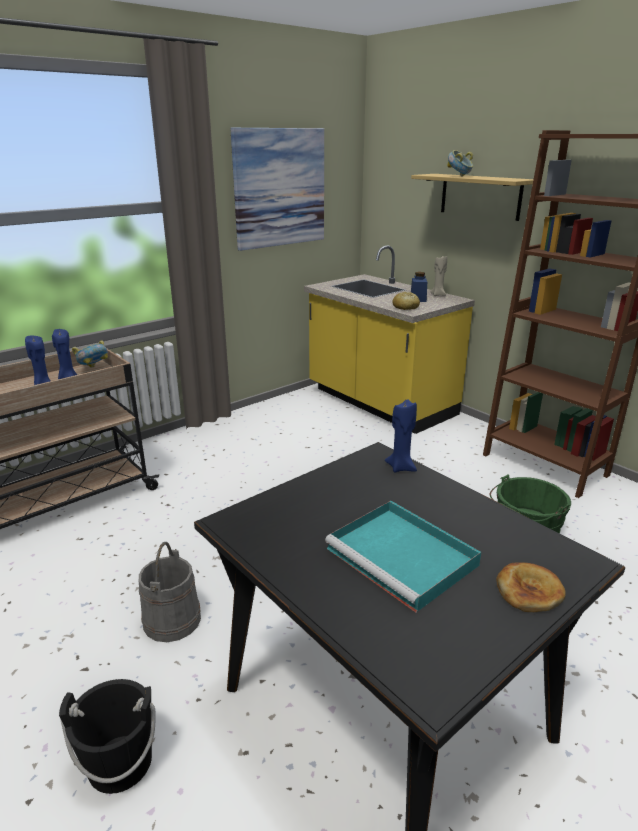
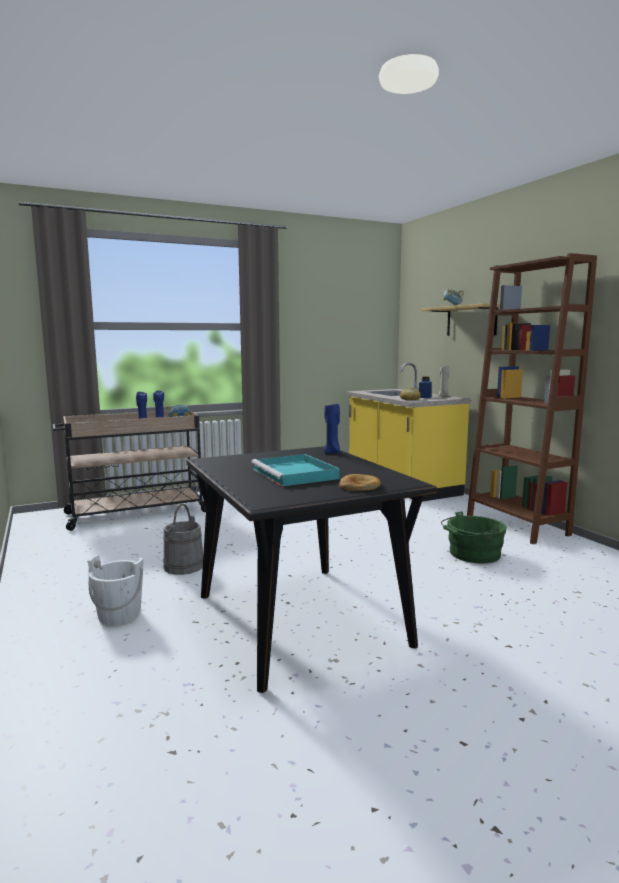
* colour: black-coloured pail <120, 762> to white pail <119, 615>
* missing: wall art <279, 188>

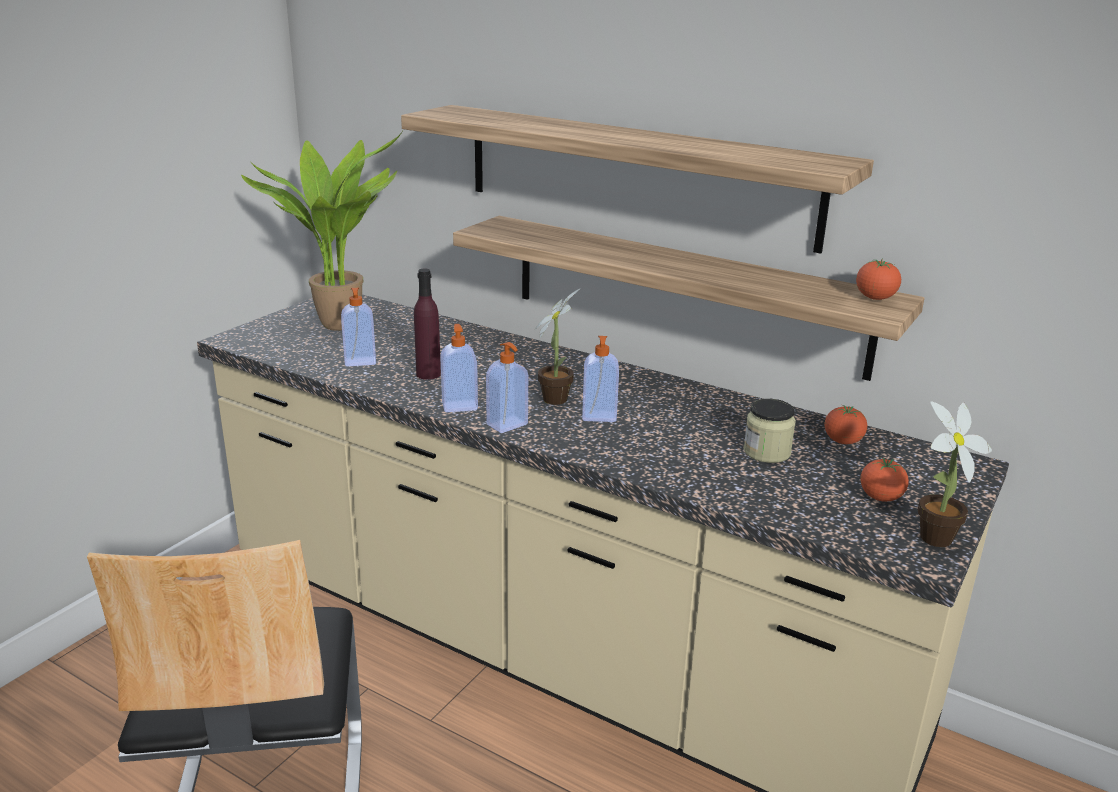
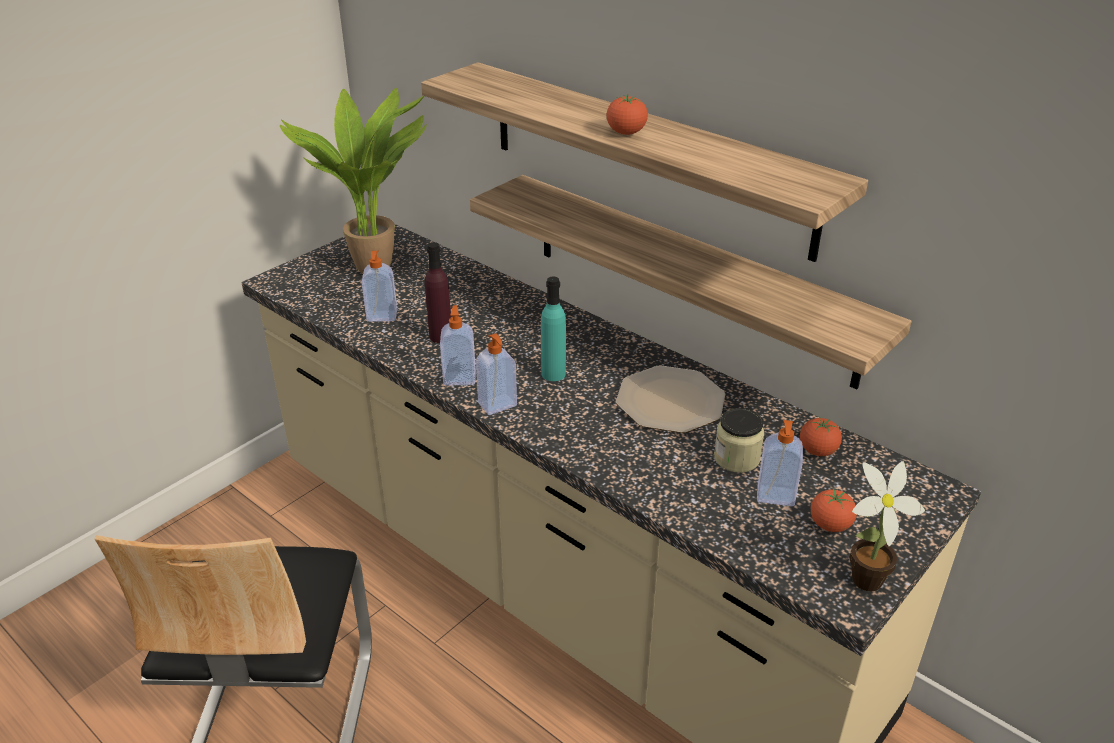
* exchanged: houseplant <556, 397> to turquoise-coloured drink bottle <553, 374>
* relocated: fresh tomato <875, 298> to <626, 133>
* appeared: dinner plate <669, 401>
* relocated: soap bottle <599, 417> to <775, 497>

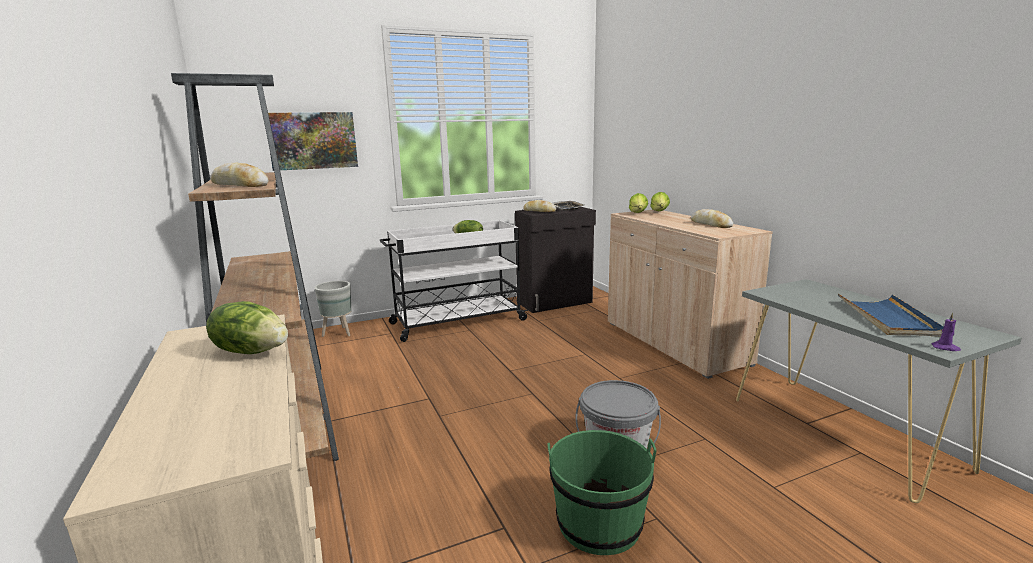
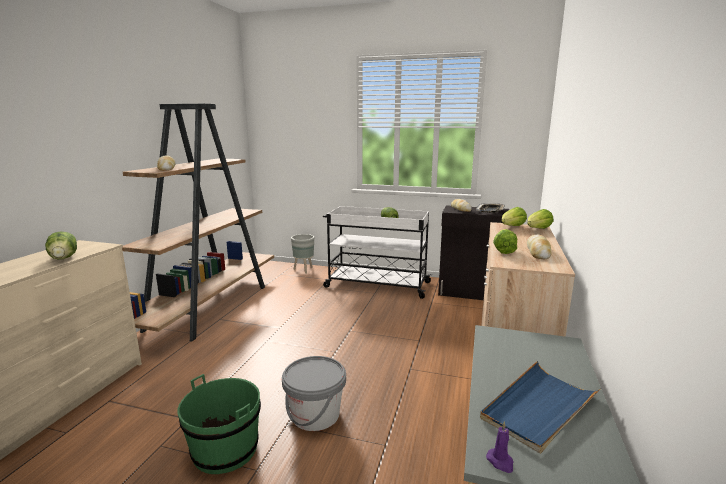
* appeared: lettuce <503, 250>
* missing: wall art <312, 140>

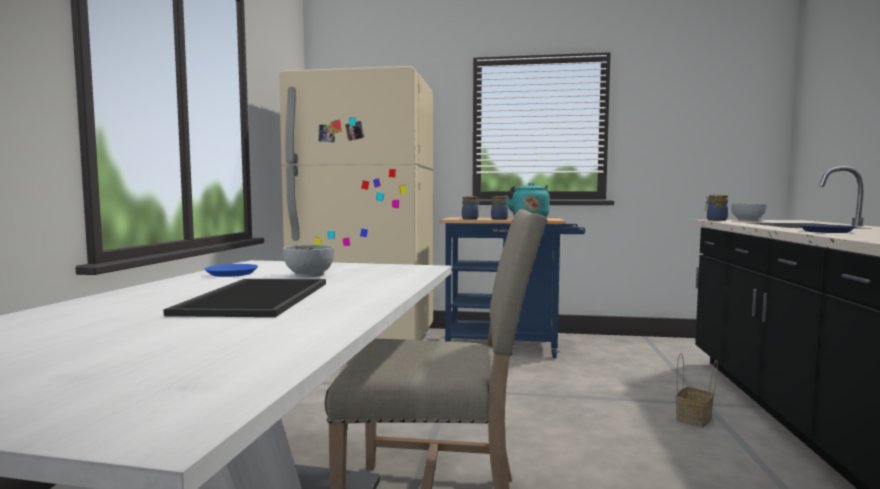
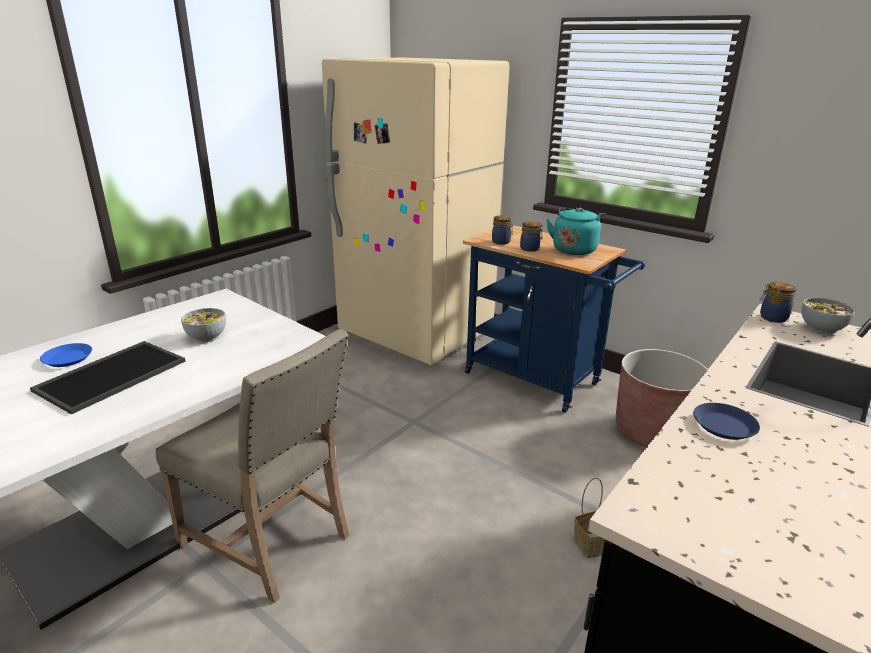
* relocated: blue-coloured dinner plate <232, 274> to <68, 359>
* appeared: brownish flower pot <652, 431>

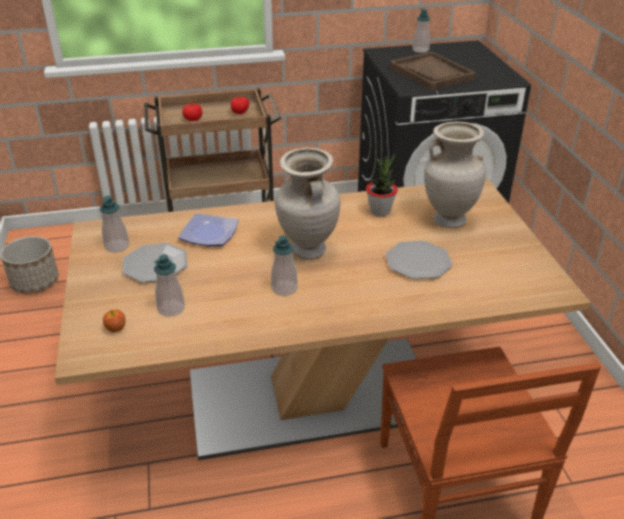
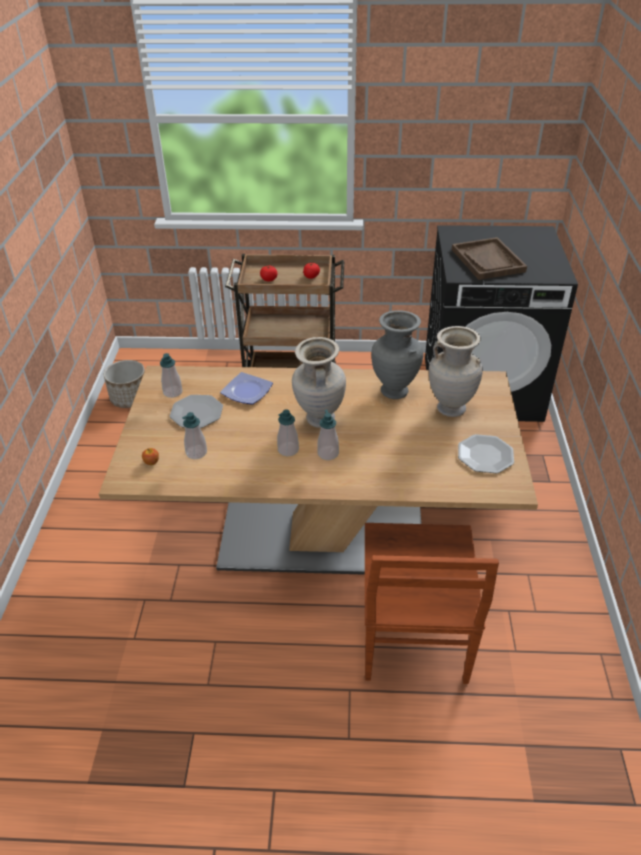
* relocated: soap bottle <420, 50> to <328, 453>
* exchanged: houseplant <380, 211> to greyish flower vase <395, 391>
* relocated: dinner plate <418, 261> to <485, 455>

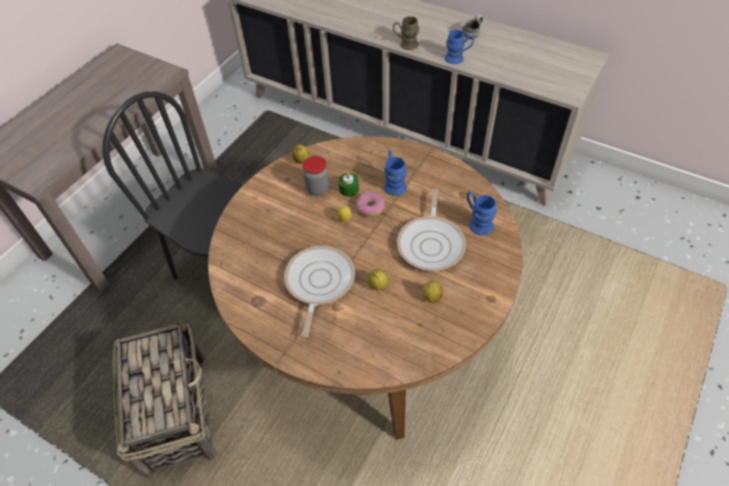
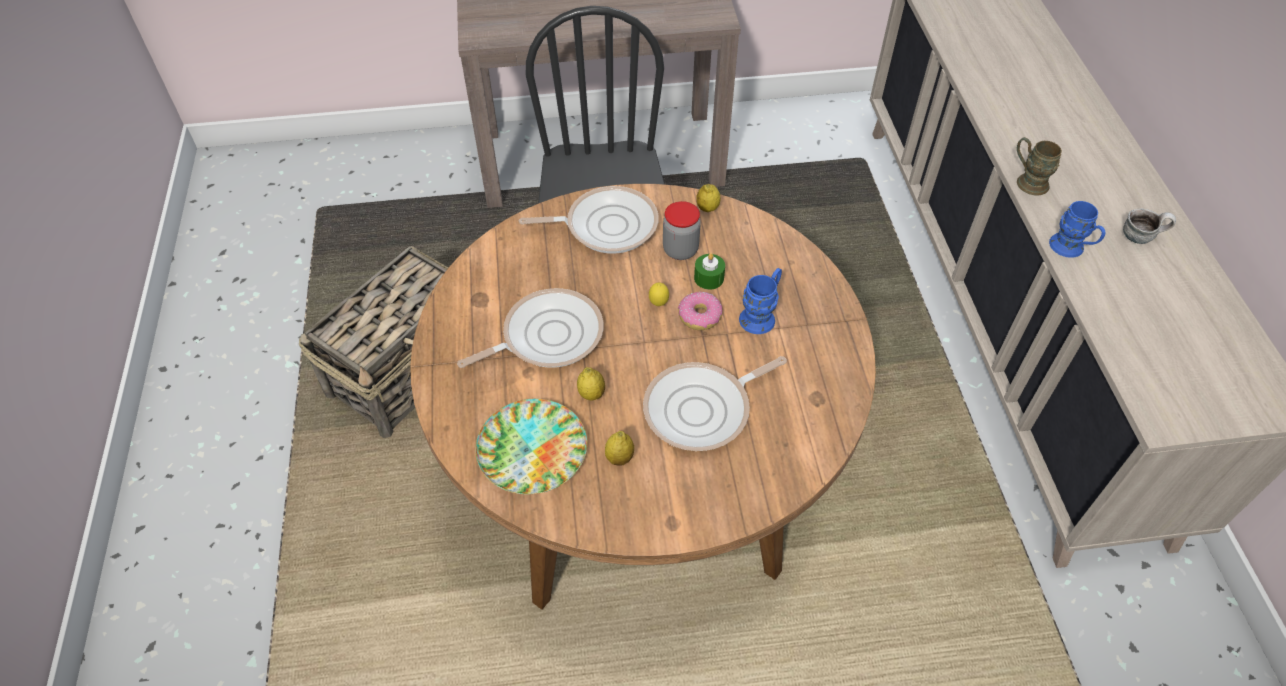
* appeared: dinner plate <531, 450>
* appeared: skillet <606, 225>
* missing: blue-coloured tea mug <477, 223>

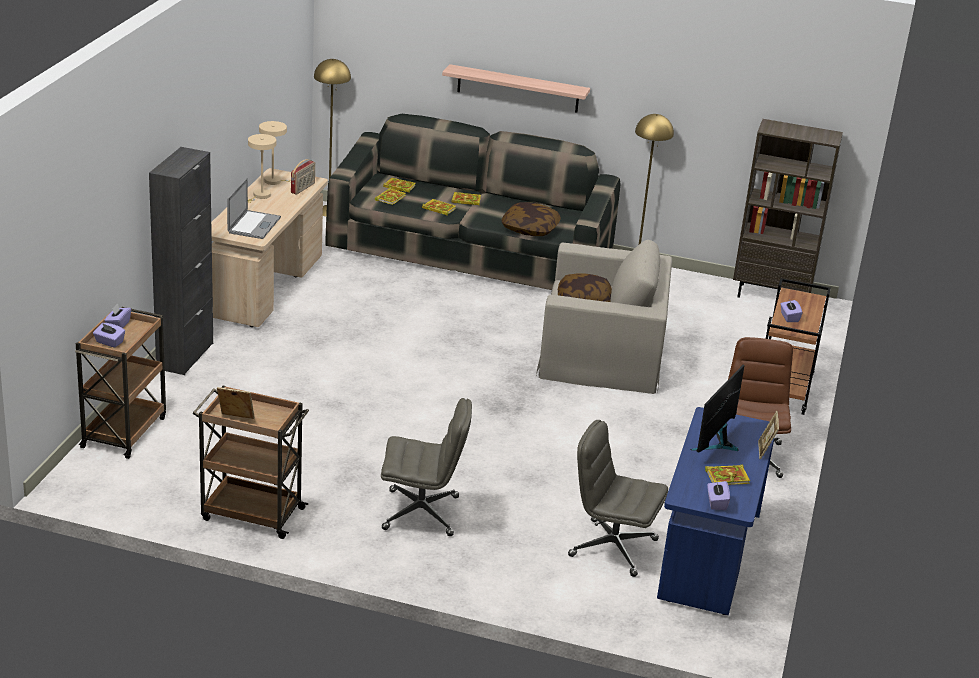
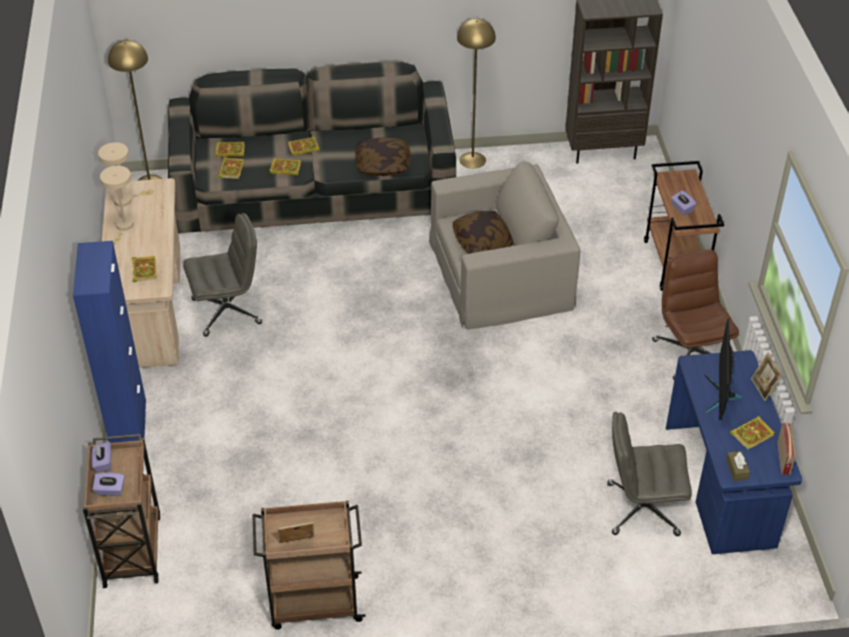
* colour: black-coloured cupboard <185, 356> to blue-coloured cupboard <129, 428>
* exchanged: portable computer <254, 225> to volume <144, 269>
* relocated: greyish computer chair <422, 513> to <227, 311>
* appeared: brownish box of tissues <737, 470>
* relocated: radio receiver <303, 188> to <784, 458>
* missing: wall shelf <518, 88>
* missing: purple-coloured box of tissues <716, 503>

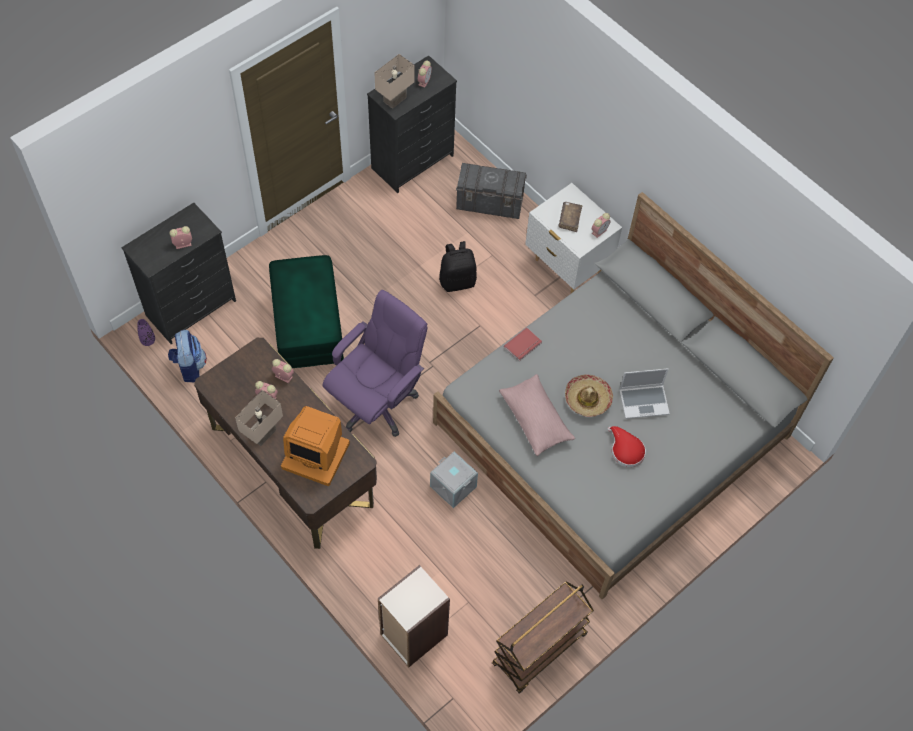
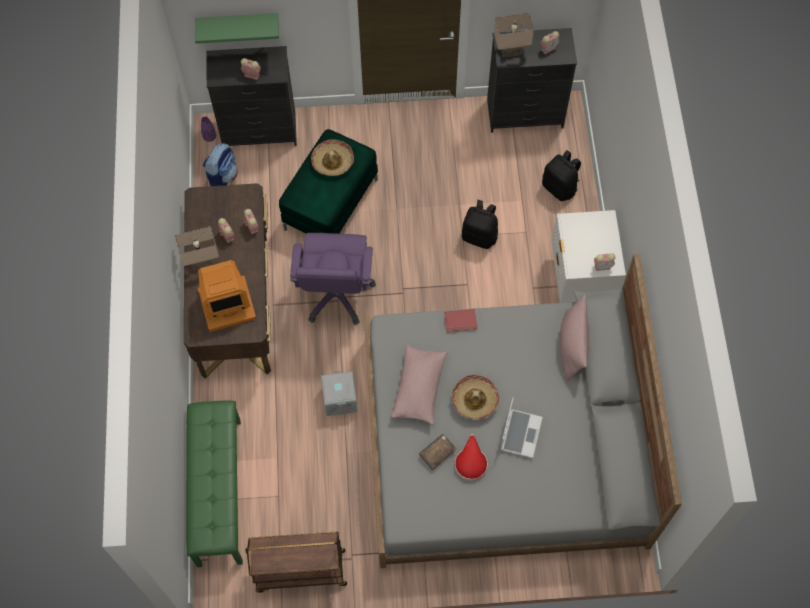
* exchanged: bookshelf <413, 635> to green indoor bench <218, 491>
* appeared: green wall shelf <238, 24>
* spun: computer display <316, 454> = <227, 303> 75 degrees counterclockwise
* spun: purple-coloured computer chair <377, 402> = <336, 294> 105 degrees clockwise
* appeared: hat <332, 161>
* relocated: brownish volume <569, 219> to <437, 453>
* spun: portable computer <644, 401> = <520, 433> 105 degrees counterclockwise
* exchanged: greyish storage bin <490, 204> to black-coloured knapsack <560, 187>
* appeared: pink pillow <572, 345>

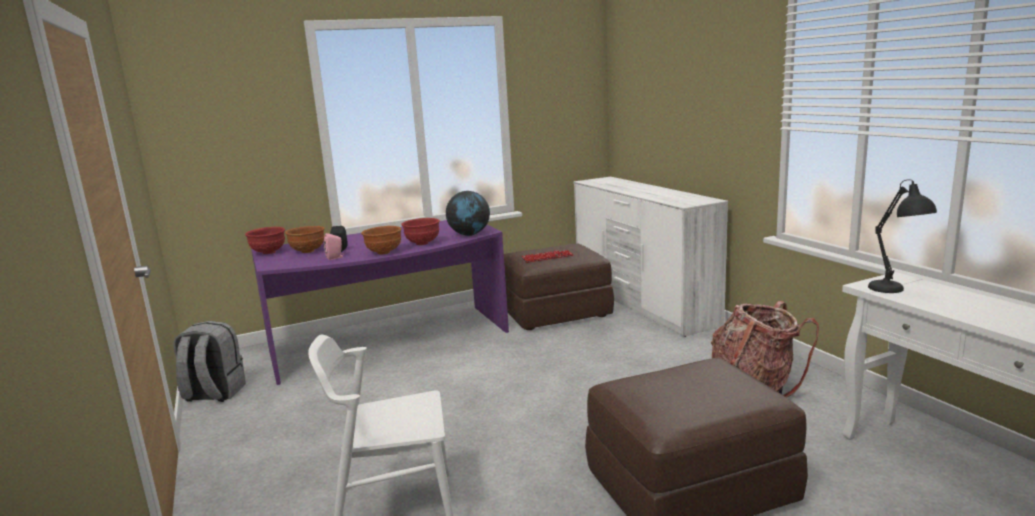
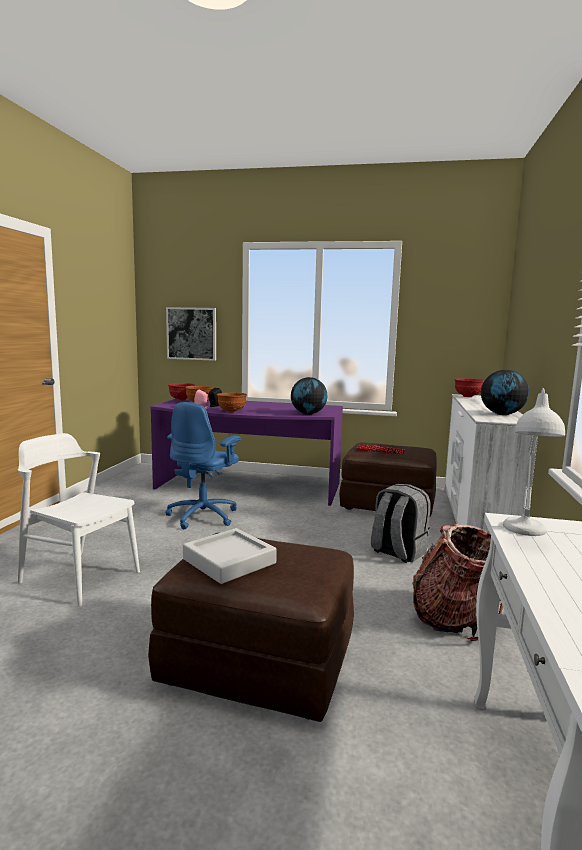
* appeared: wall art <191, 333>
* appeared: blue-coloured computer chair <203, 516>
* appeared: greyish carrying tray <229, 561>
* relocated: greyish knapsack <213, 394> to <397, 552>
* relocated: red deep dish <422, 243> to <467, 396>
* appeared: globe <502, 414>
* colour: black-coloured lamp for a table <895, 292> to white lamp for a table <524, 534>

